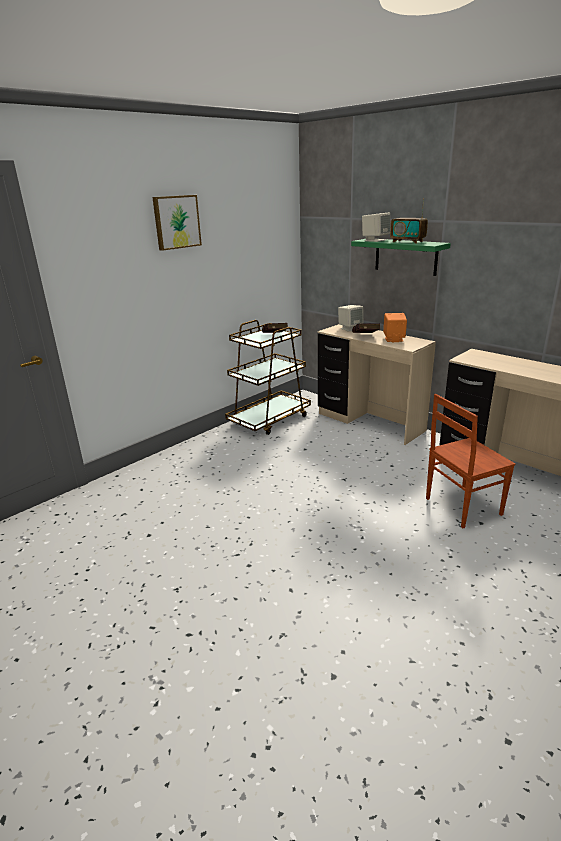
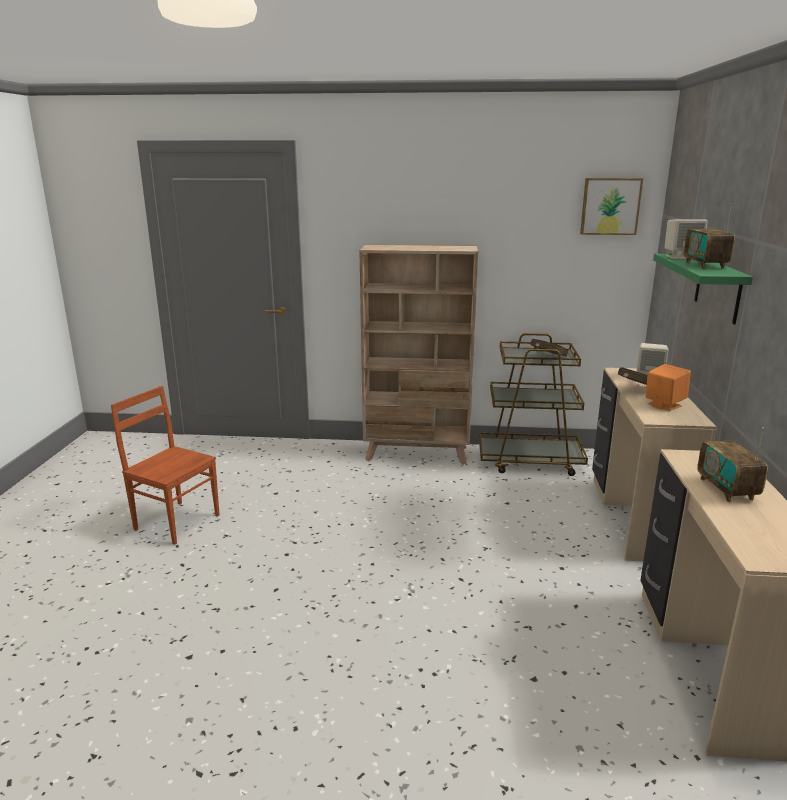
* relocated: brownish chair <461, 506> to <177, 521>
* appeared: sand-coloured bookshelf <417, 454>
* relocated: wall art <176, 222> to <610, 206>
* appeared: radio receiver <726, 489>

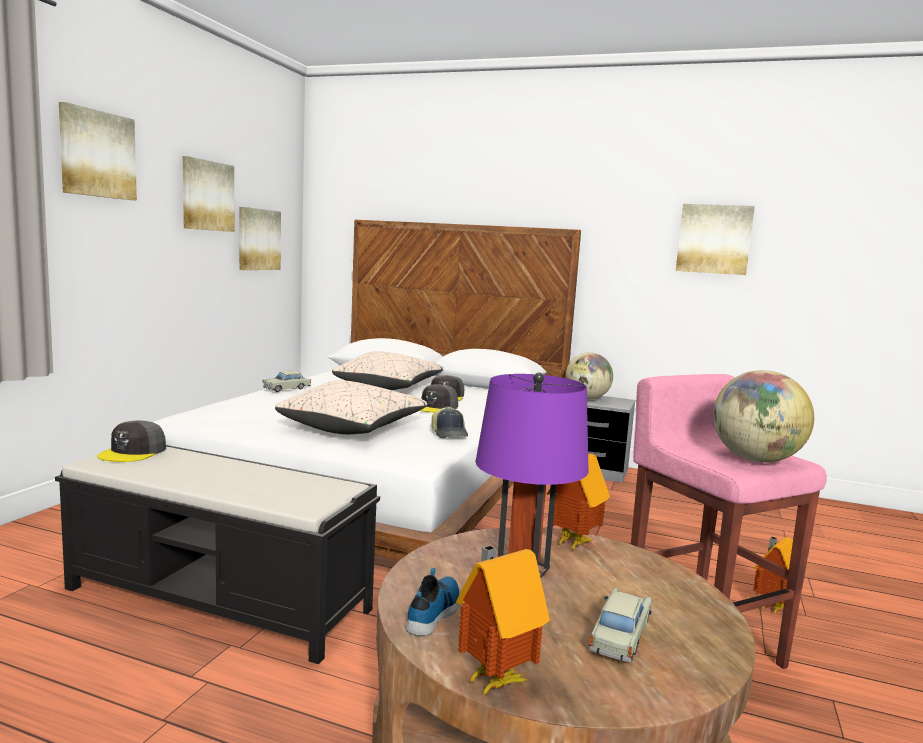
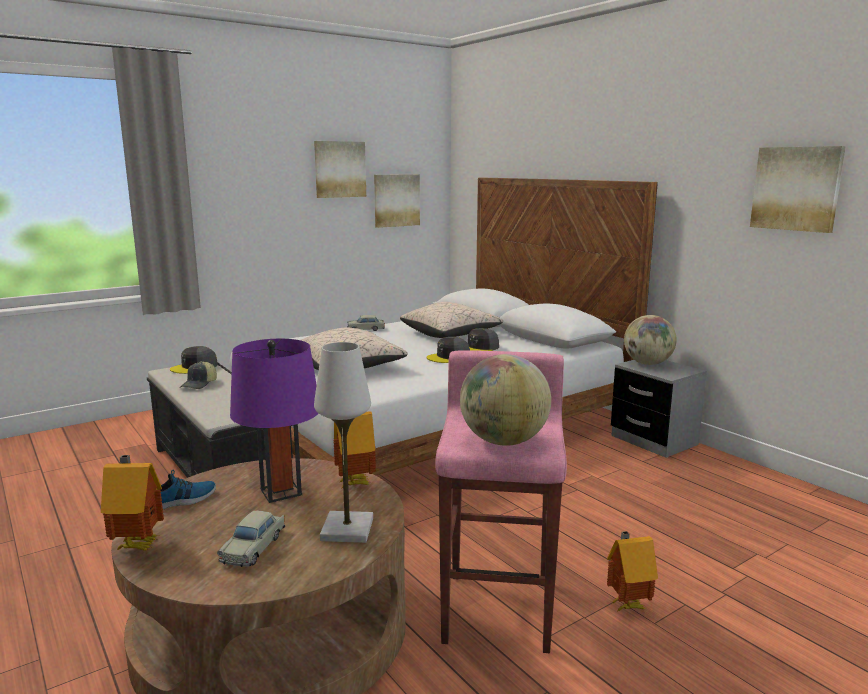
* relocated: baseball cap <449, 433> to <200, 384>
* spun: sand-coloured toy car <619, 635> = <254, 547> 135 degrees clockwise
* appeared: white lamp for a table <347, 529>
* missing: wall art <97, 154>

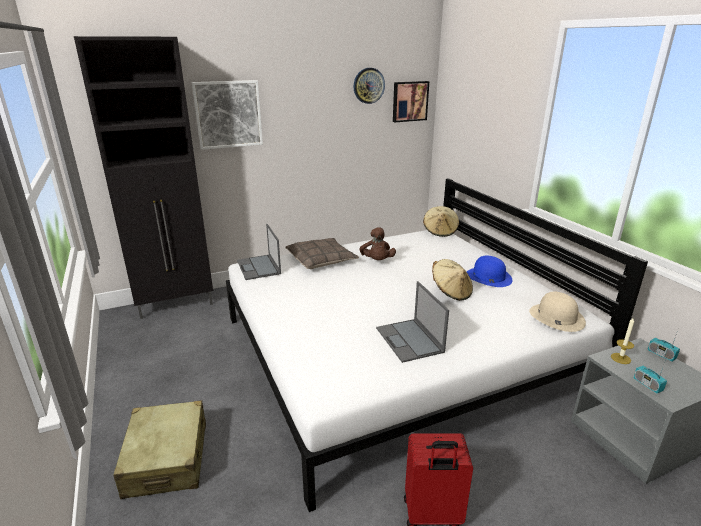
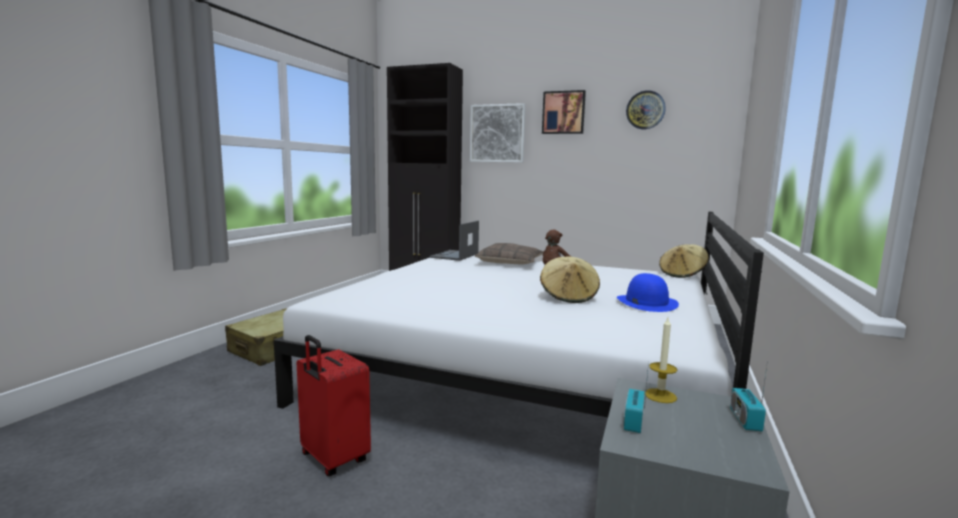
* relocated: wall art <409, 101> to <563, 112>
* missing: portable computer <410, 340>
* missing: sand-coloured hat <556, 317>

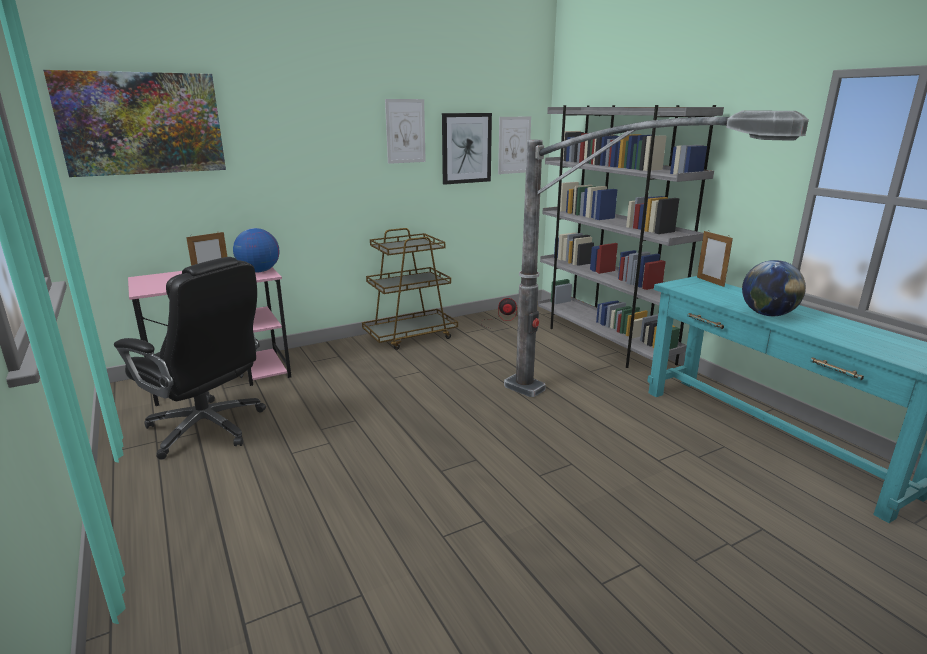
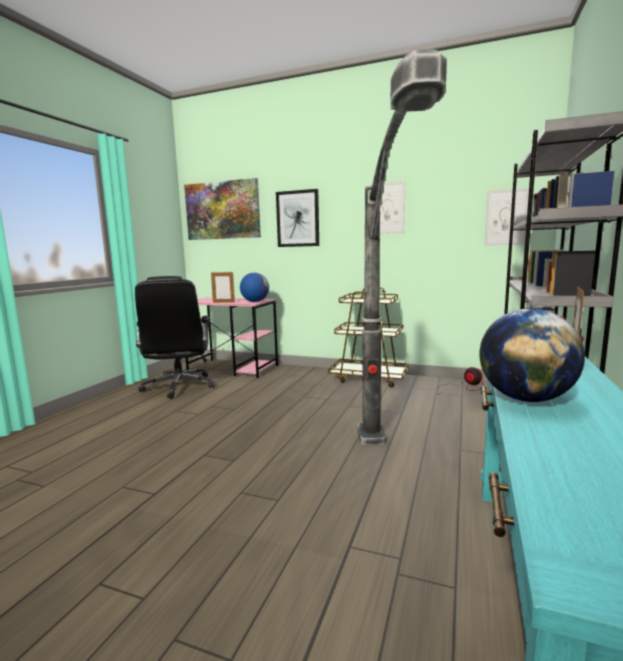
* relocated: wall art <466, 148> to <298, 219>

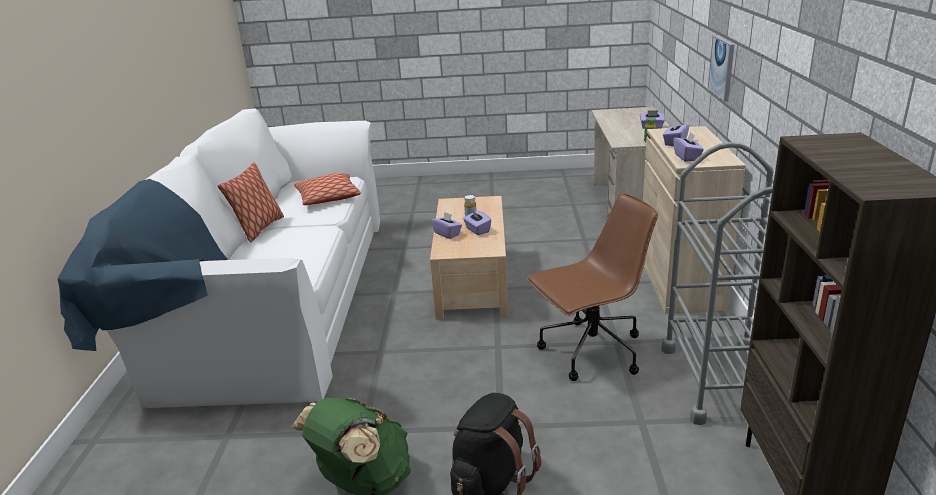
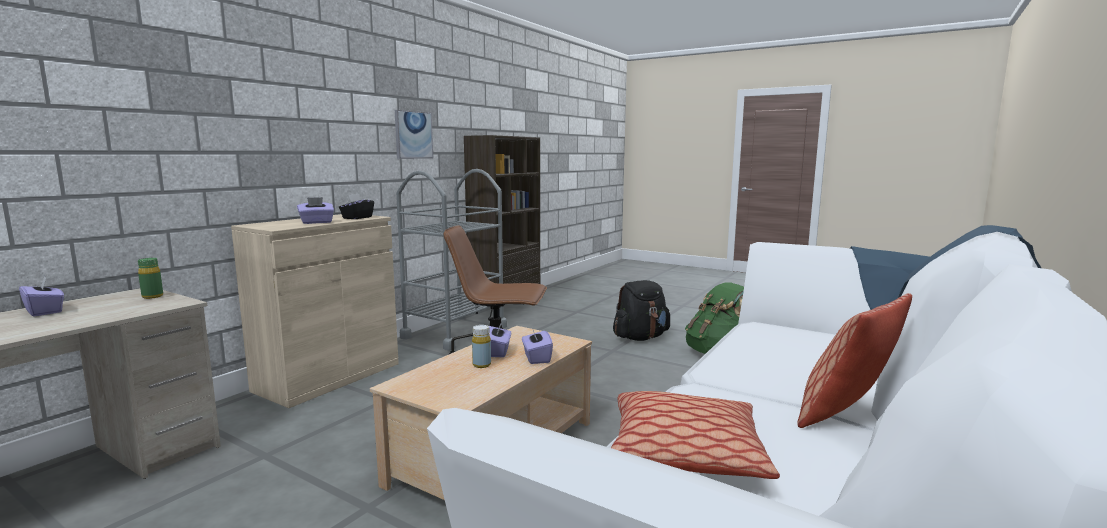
* colour: purple-coloured box of tissues <687, 157> to black-coloured box of tissues <357, 218>
* relocated: wall art <722, 67> to <413, 135>

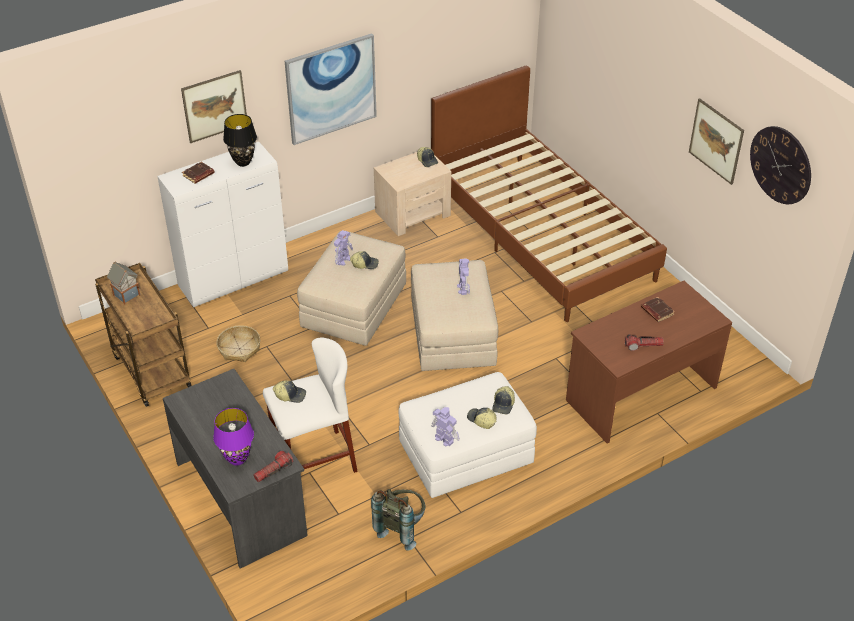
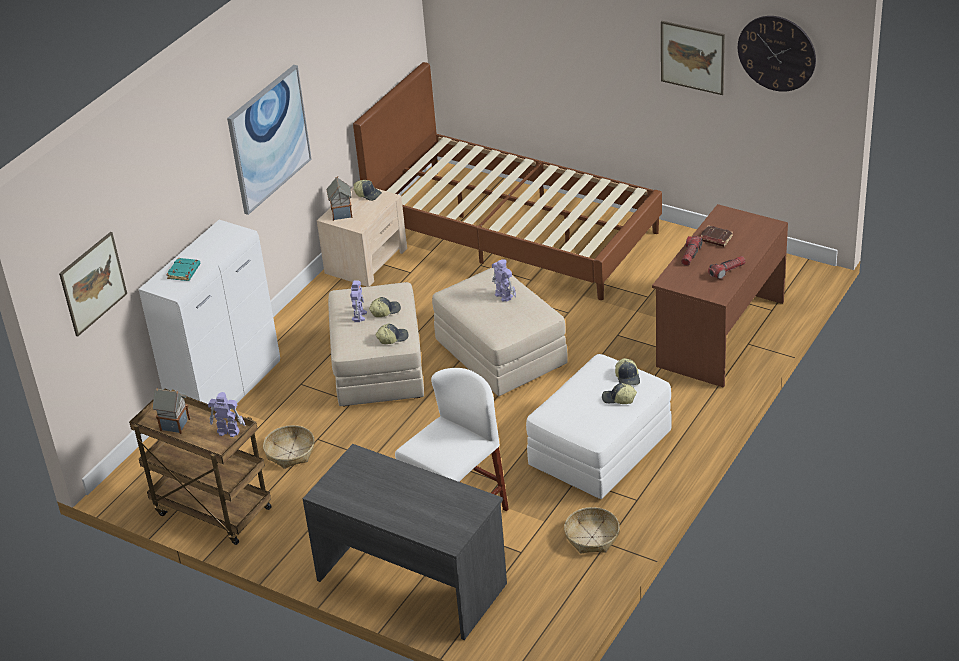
* relocated: wall art <214, 106> to <93, 283>
* colour: brownish volume <198, 175> to turquoise-coloured volume <184, 272>
* relocated: model robot <444, 439> to <228, 431>
* appeared: model house <342, 214>
* relocated: baseball cap <290, 395> to <392, 338>
* exchanged: greyish knapsack <401, 528> to basket <592, 537>
* relocated: flashlight <273, 471> to <690, 255>
* missing: purple-coloured lamp for a table <238, 459>
* missing: black-coloured lamp for a table <243, 162>

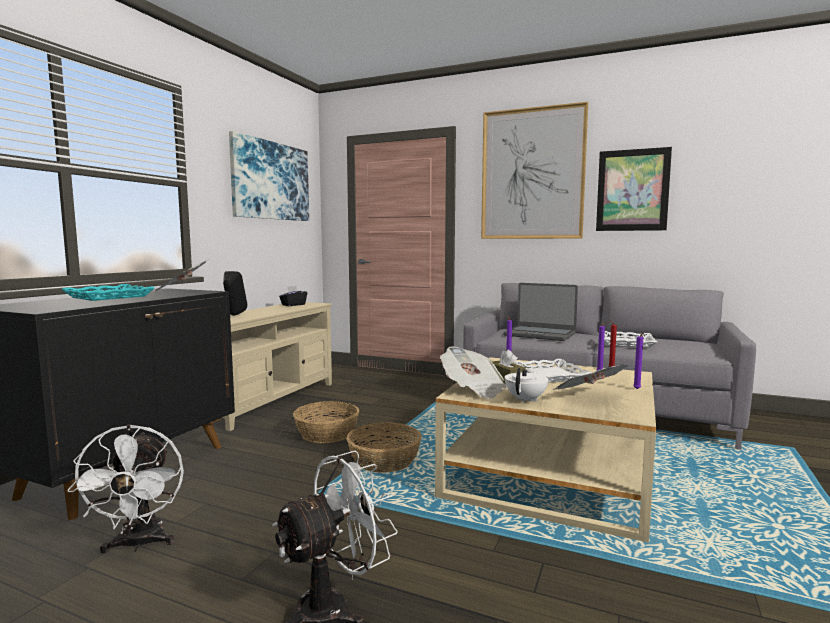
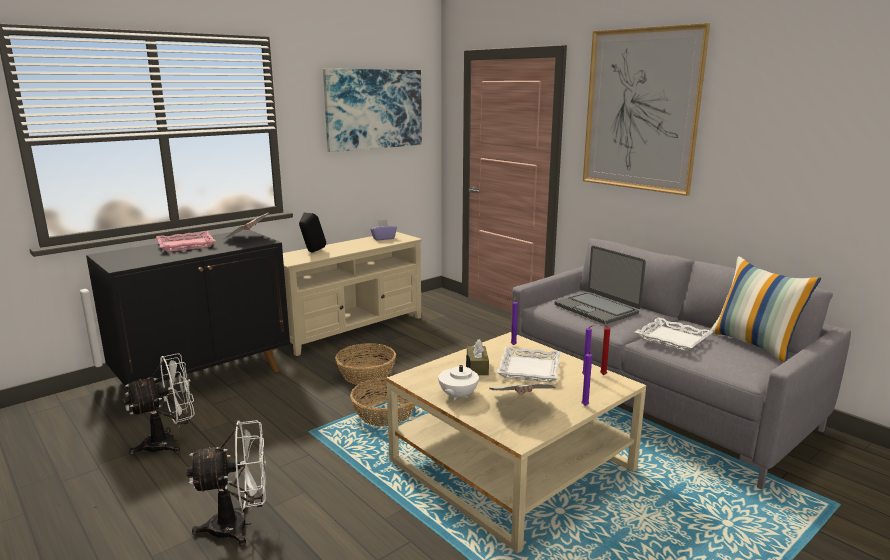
* spun: white fan <139, 544> = <169, 443> 135 degrees counterclockwise
* colour: turquoise-coloured carrying tray <109, 297> to pink carrying tray <186, 245>
* colour: black-coloured box of tissues <293, 305> to purple-coloured box of tissues <383, 238>
* spun: white pot for tea <526, 399> = <457, 396> 150 degrees clockwise
* appeared: pillow <755, 344>
* missing: daily paper <473, 389>
* missing: wall art <632, 190>

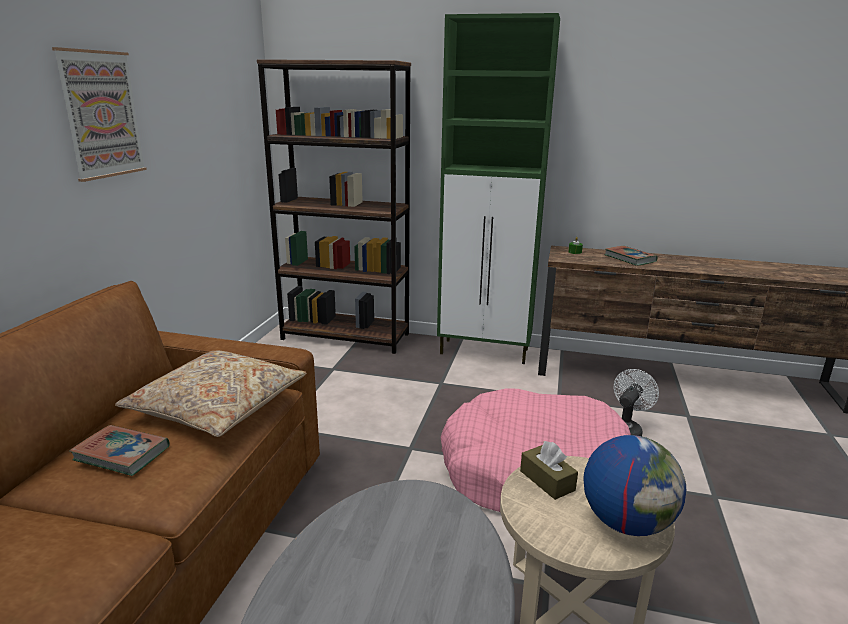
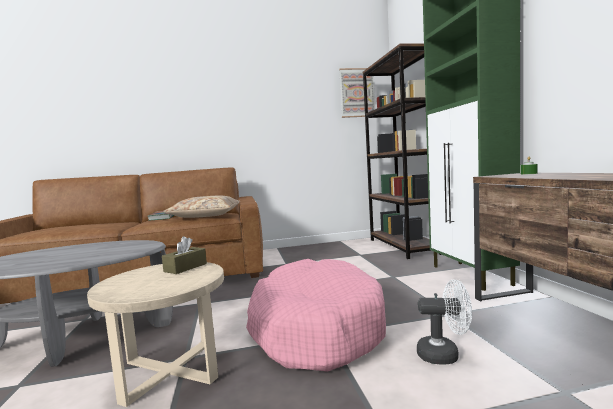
* relocated: wall art <101, 114> to <357, 93>
* missing: globe <626, 522>
* missing: volume <630, 258>

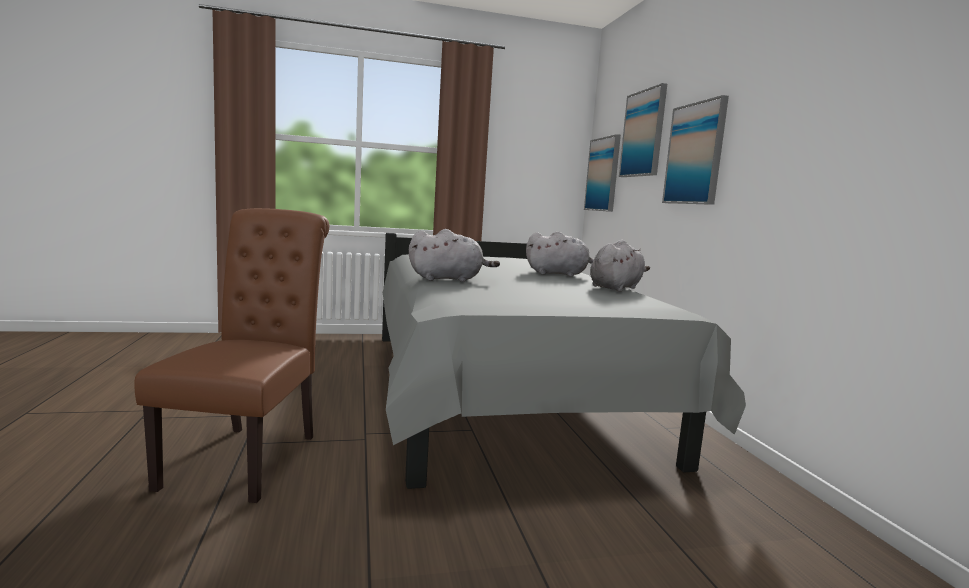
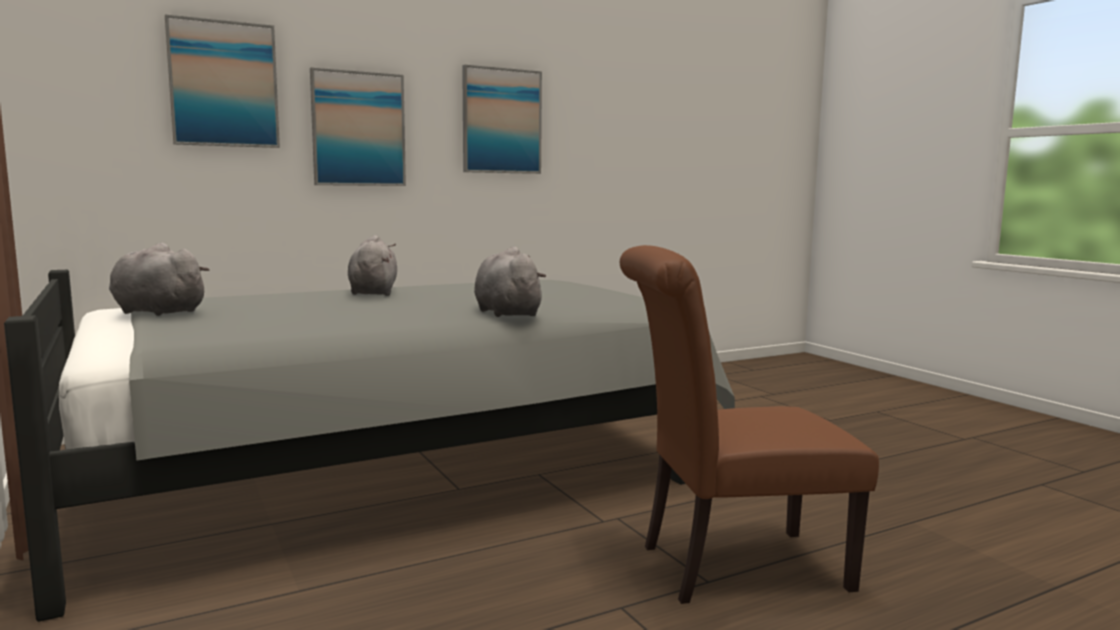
* relocated: greyish cuddly toy <616, 288> to <156, 312>
* relocated: wall art <603, 174> to <501, 121>

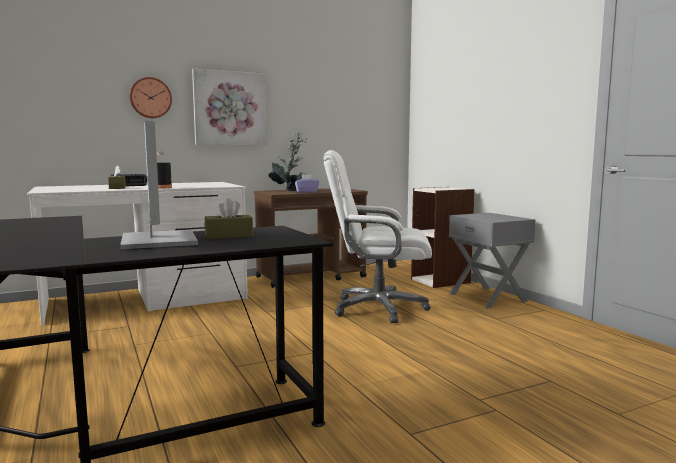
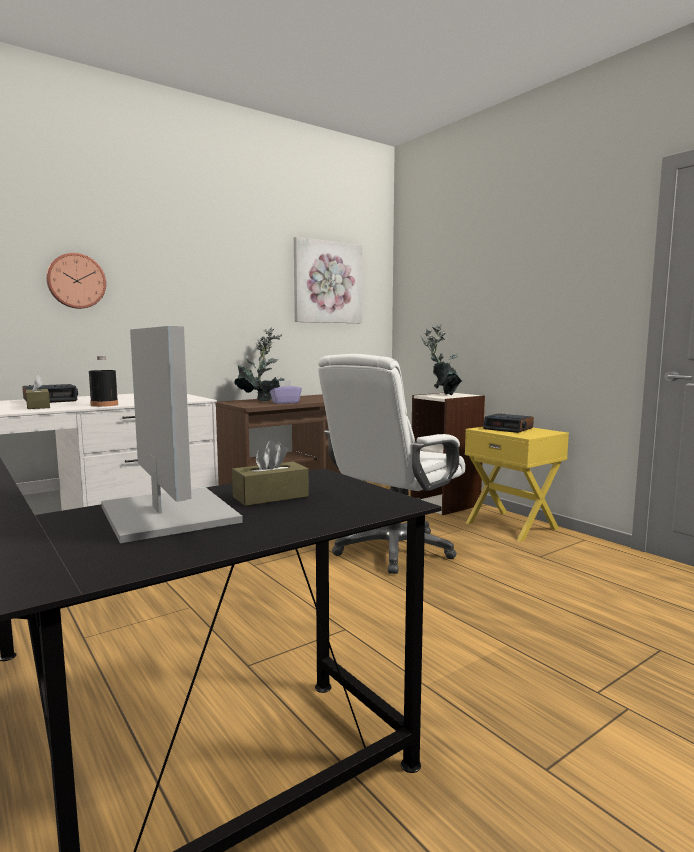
* relocated: wall art <229, 108> to <327, 282>
* spun: white computer chair <377, 308> = <392, 550> 45 degrees counterclockwise
* appeared: houseplant <442, 395>
* colour: greyish night table <488, 297> to yellow night table <512, 525>
* appeared: alarm clock <509, 428>

